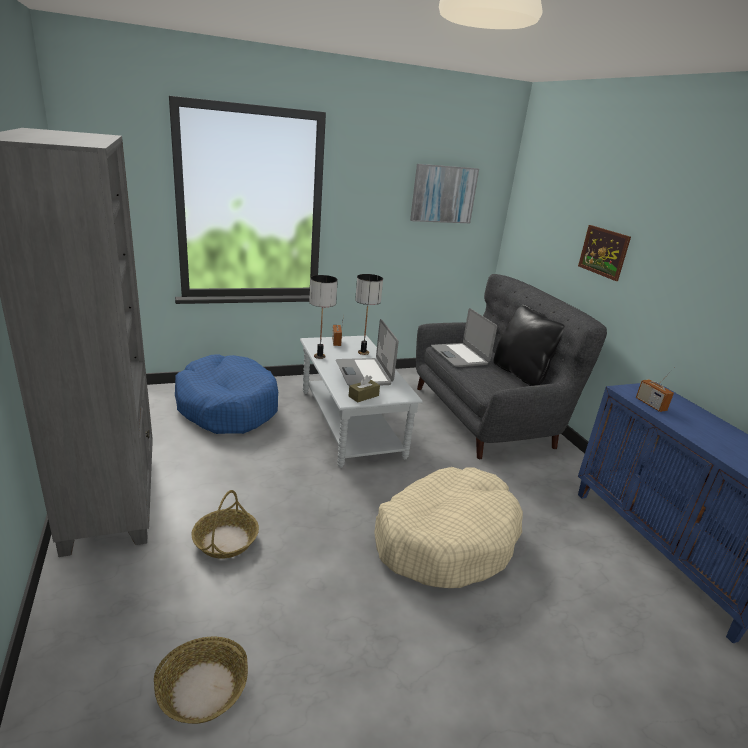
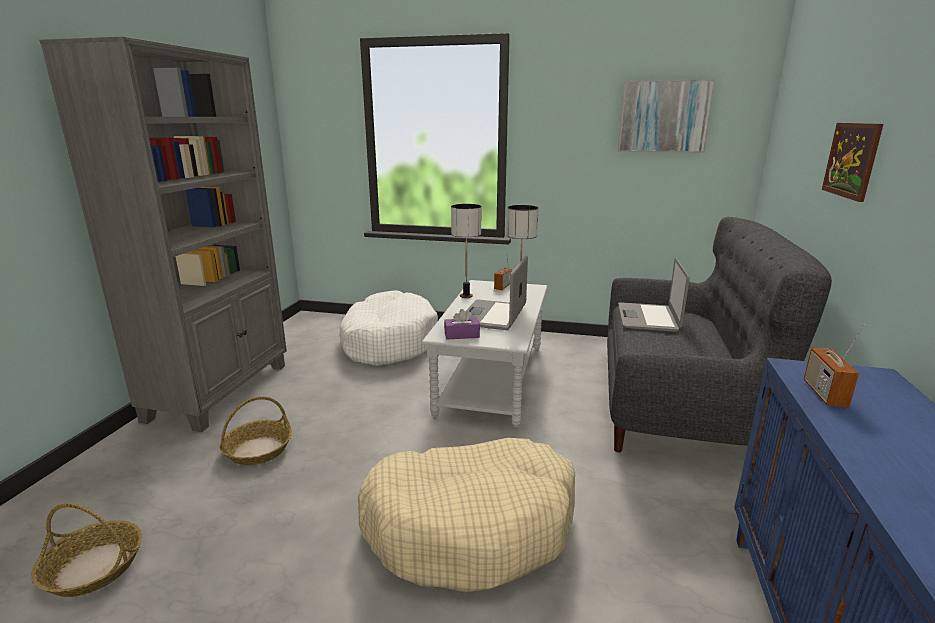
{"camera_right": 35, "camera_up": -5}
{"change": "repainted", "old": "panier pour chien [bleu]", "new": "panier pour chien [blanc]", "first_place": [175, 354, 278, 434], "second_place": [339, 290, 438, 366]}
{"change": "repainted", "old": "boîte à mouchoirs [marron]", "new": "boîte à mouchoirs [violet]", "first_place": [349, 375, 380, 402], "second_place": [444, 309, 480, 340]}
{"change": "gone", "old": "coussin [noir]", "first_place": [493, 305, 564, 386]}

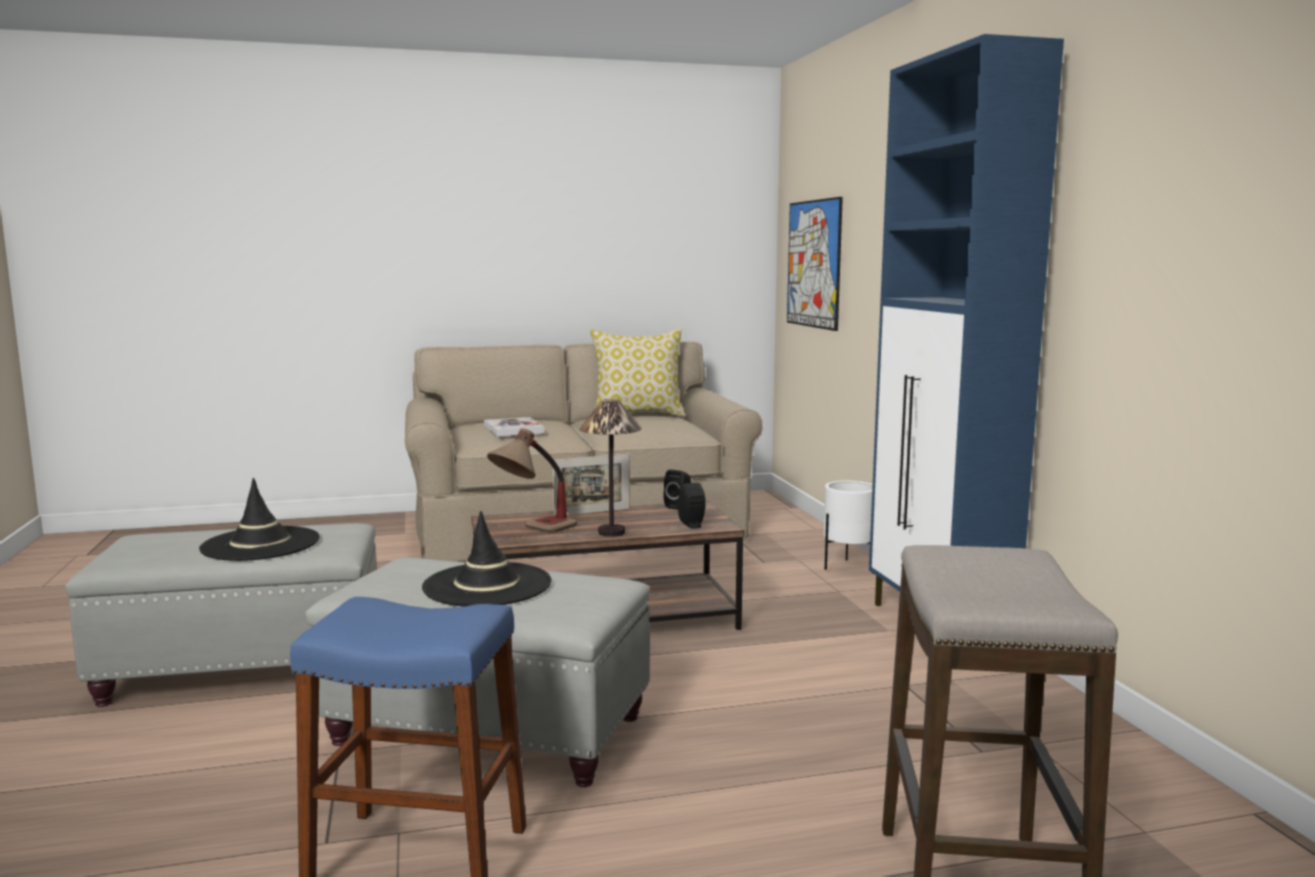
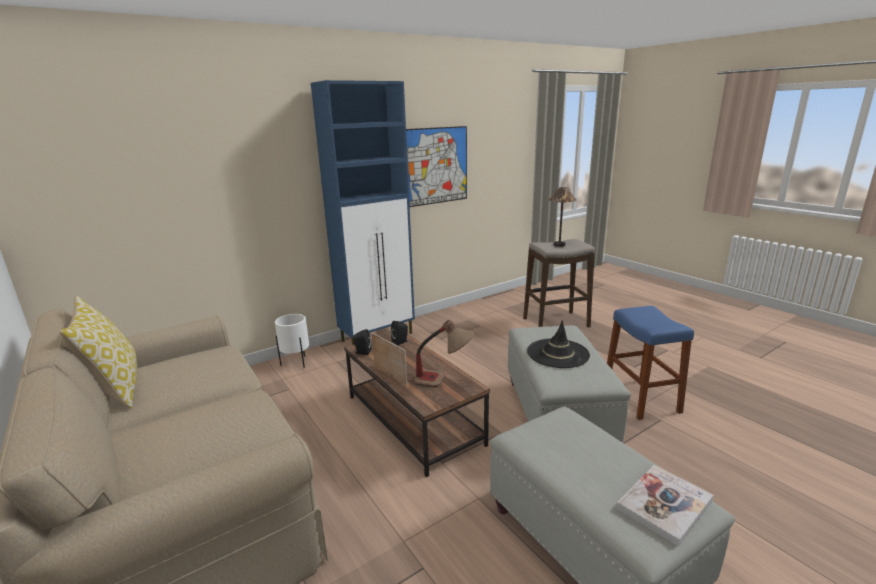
{"camera_right": -110, "camera_up": 10}
{"change": "shifted", "old": "tableau", "first_place": [787, 197, 843, 331], "second_place": [406, 126, 467, 207]}
{"change": "shifted", "old": "lampe de table", "first_place": [579, 399, 642, 537], "second_place": [549, 187, 577, 247]}
{"change": "shifted", "old": "livre", "first_place": [484, 417, 545, 436], "second_place": [616, 465, 714, 546]}
{"change": "gone", "old": "chapeau [noir]", "first_place": [199, 478, 320, 561]}

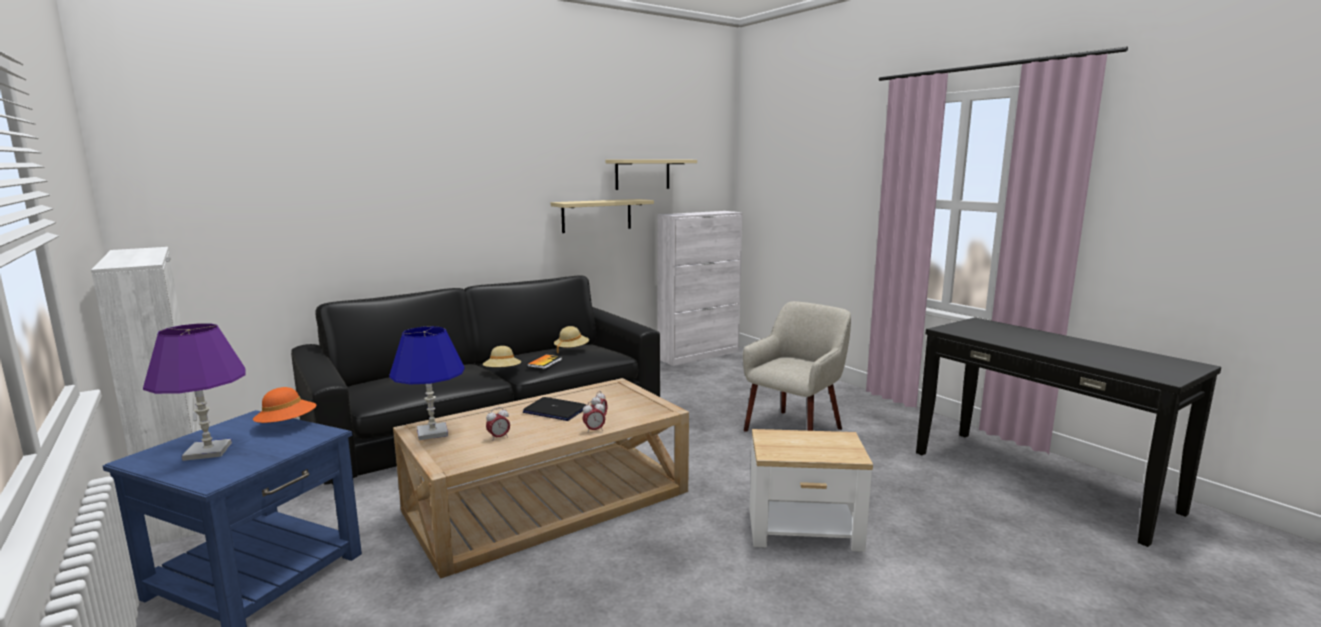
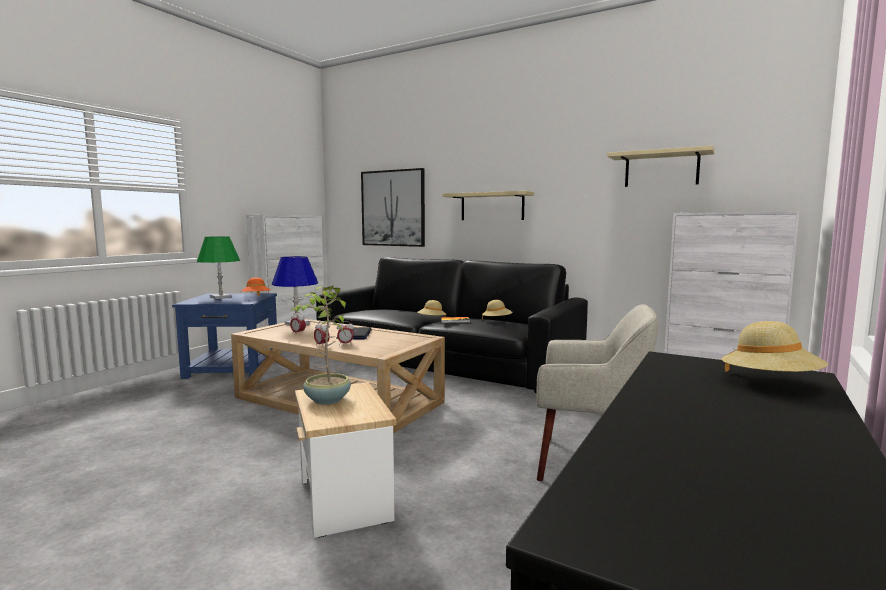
{"camera_right": 65, "camera_up": -5}
{"change": "repainted", "old": "lampe de table [violet]", "new": "lampe de table [vert]", "first_place": [143, 323, 246, 461], "second_place": [197, 236, 240, 299]}
{"change": "new", "new": "plante en pot", "second_place": [292, 285, 351, 405]}
{"change": "new", "new": "tableau", "second_place": [361, 168, 425, 247]}
{"change": "shifted", "old": "étagère [beige]", "first_place": [551, 199, 654, 233], "second_place": [442, 191, 534, 220]}
{"change": "new", "new": "chapeau [beige]", "second_place": [721, 321, 828, 372]}

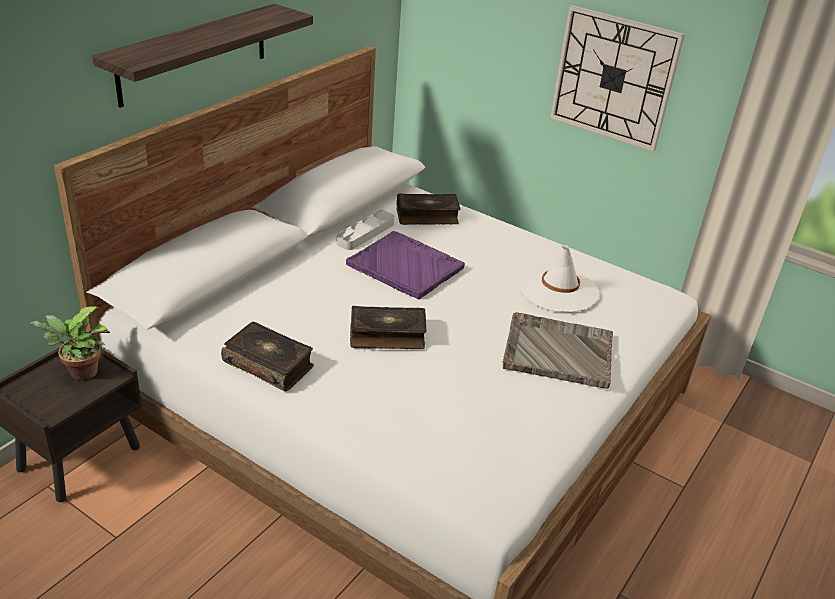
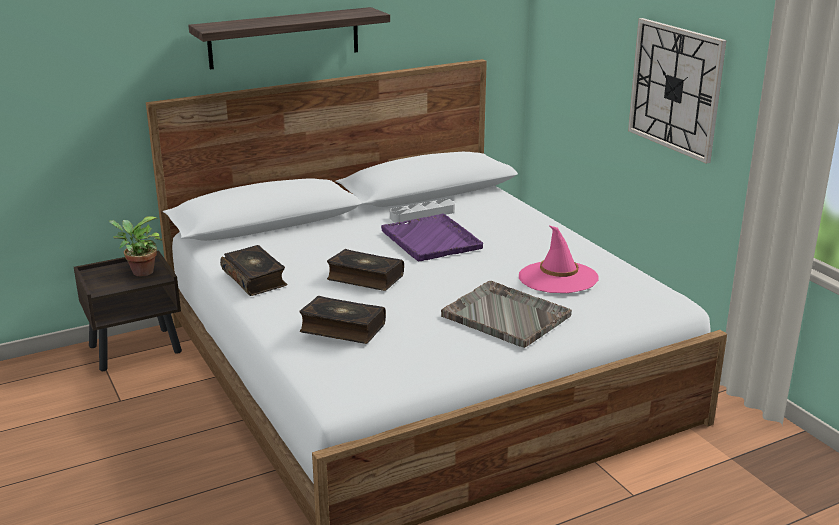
{"camera_right": 30, "camera_up": -10}
{"change": "shifted", "old": "livre", "first_place": [396, 193, 460, 225], "second_place": [300, 296, 386, 344]}
{"change": "repainted", "old": "chapeau [blanc]", "new": "chapeau [rose]", "first_place": [520, 245, 599, 312], "second_place": [519, 226, 599, 293]}

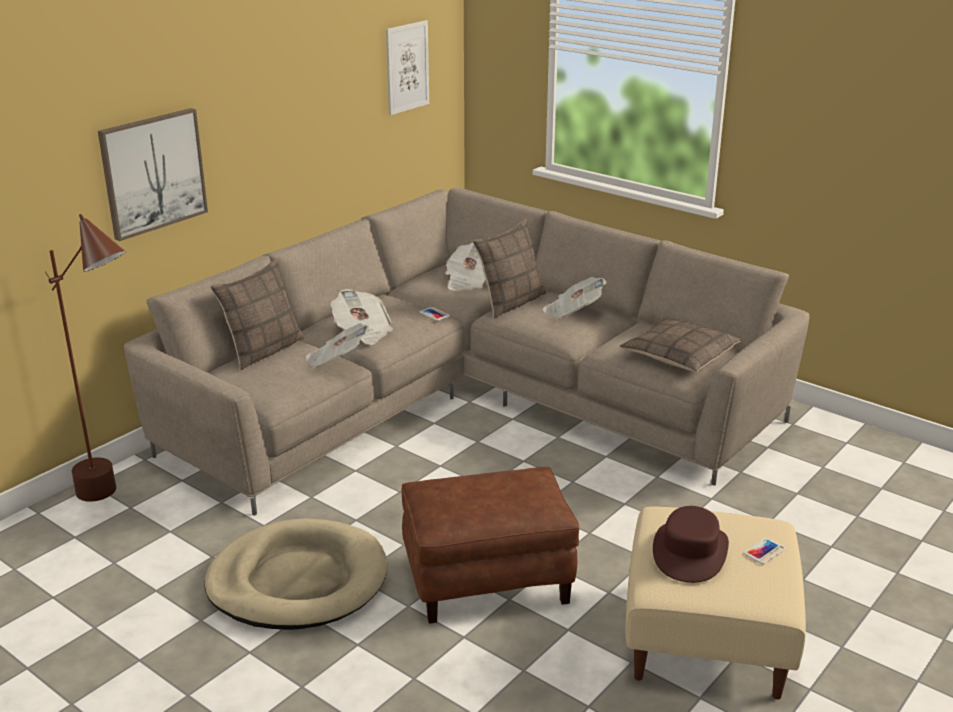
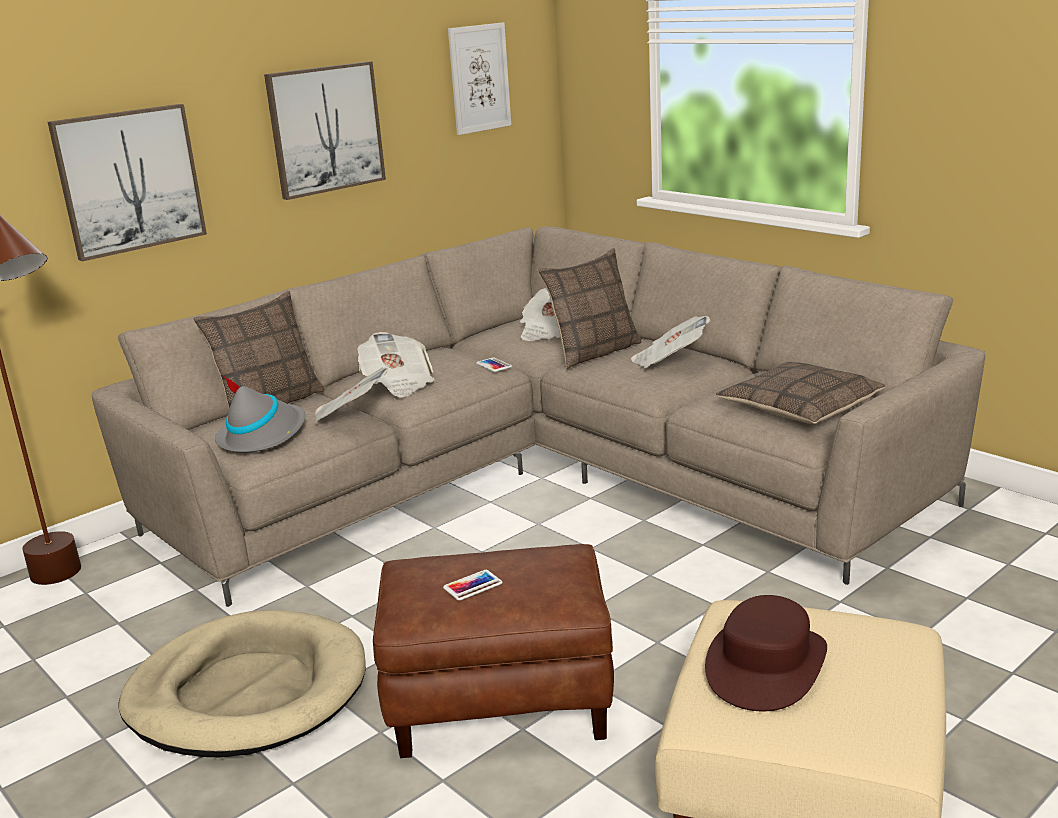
{"camera_right": 10, "camera_up": -5}
{"change": "new", "new": "chapeau [gris]", "second_place": [215, 376, 305, 453]}
{"change": "new", "new": "tableau", "second_place": [264, 61, 386, 200]}
{"change": "shifted", "old": "téléphone", "first_place": [743, 537, 785, 564], "second_place": [443, 570, 503, 601]}

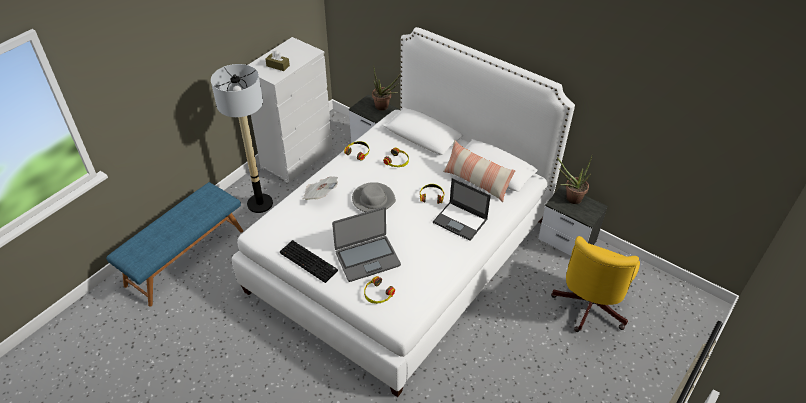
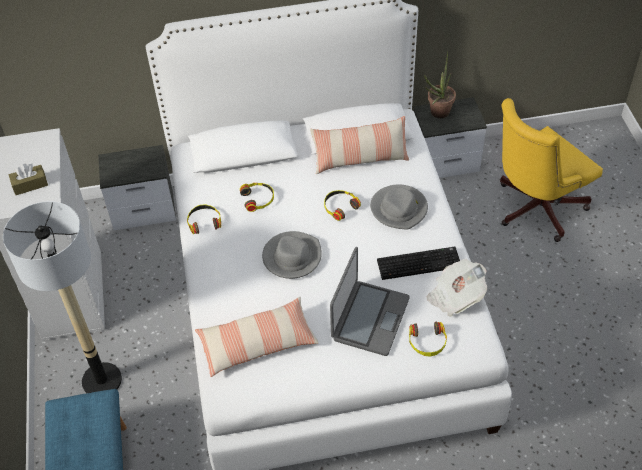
{"camera_right": -45, "camera_up": 5}
{"change": "new", "new": "coussin", "second_place": [195, 297, 318, 377]}
{"change": "swapped", "old": "ordinateur portable", "new": "chapeau [gris]", "first_place": [433, 178, 491, 241], "second_place": [370, 185, 428, 230]}
{"change": "shifted", "old": "clavier", "first_place": [280, 240, 338, 283], "second_place": [377, 247, 460, 280]}
{"change": "shifted", "old": "journal", "first_place": [302, 177, 338, 200], "second_place": [427, 259, 487, 317]}
{"change": "rotated", "old": "chaise de bureau [jaune]", "first_place": [551, 236, 640, 332], "second_place": [500, 98, 603, 242], "degrees": 75}
{"change": "gone", "old": "plante en pot", "first_place": [372, 65, 401, 111]}

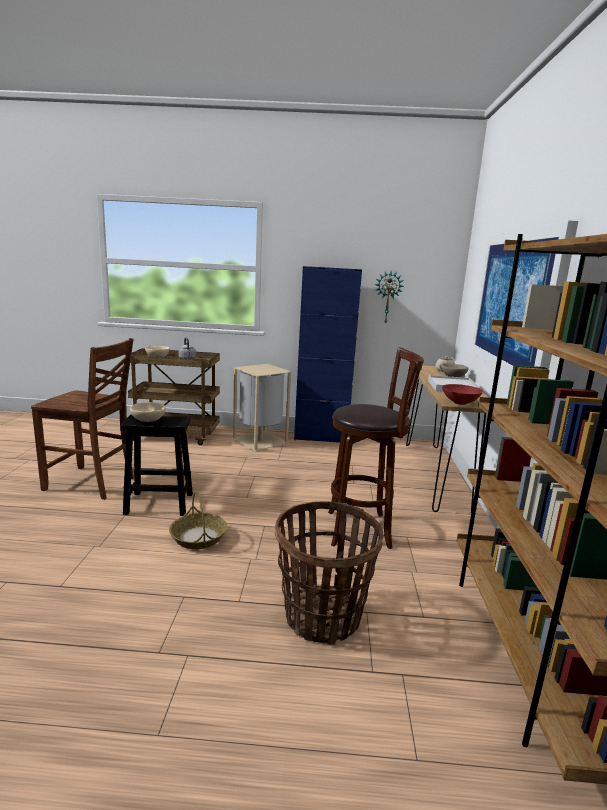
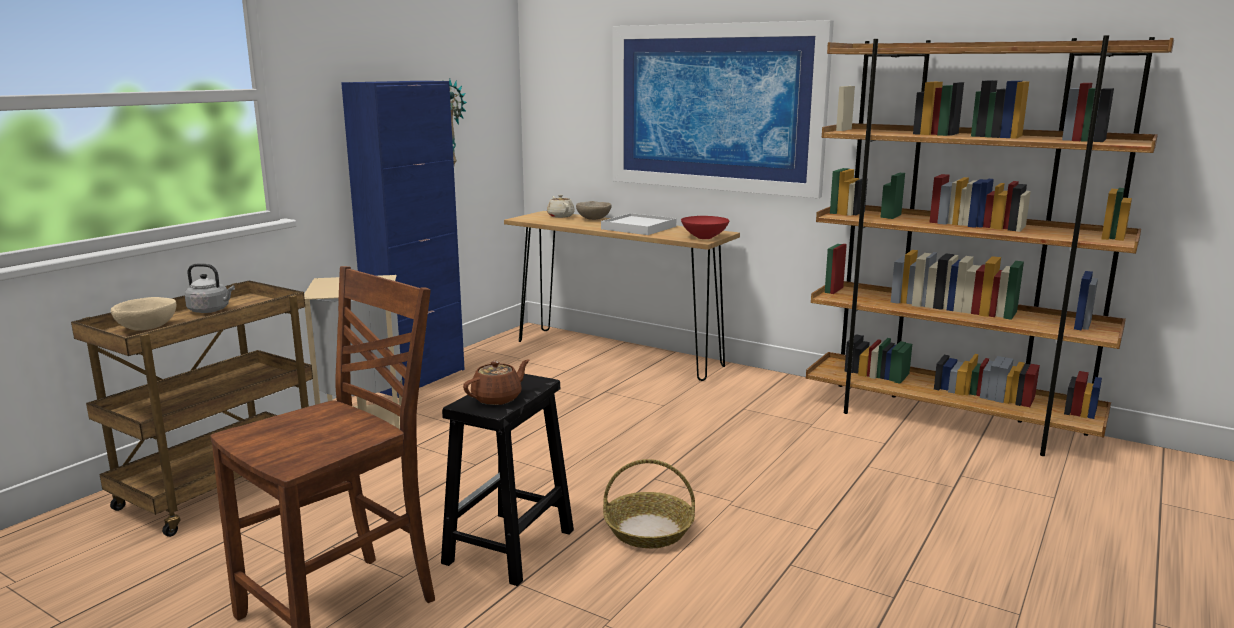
{"camera_right": -60, "camera_up": 0}
{"change": "swapped", "old": "bol [beige]", "new": "théière [marron]", "first_place": [130, 402, 166, 422], "second_place": [463, 359, 530, 405]}
{"change": "gone", "old": "panier", "first_place": [275, 501, 383, 645]}
{"change": "gone", "old": "tabouret [marron]", "first_place": [328, 347, 424, 549]}

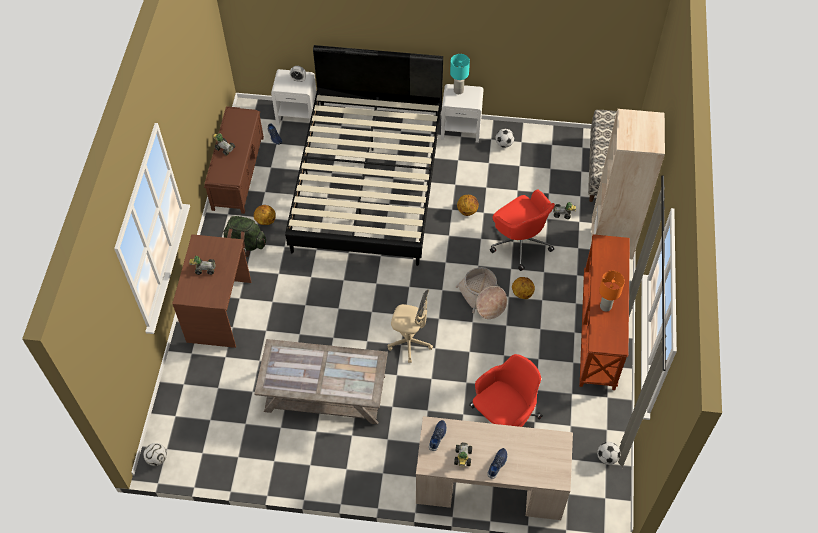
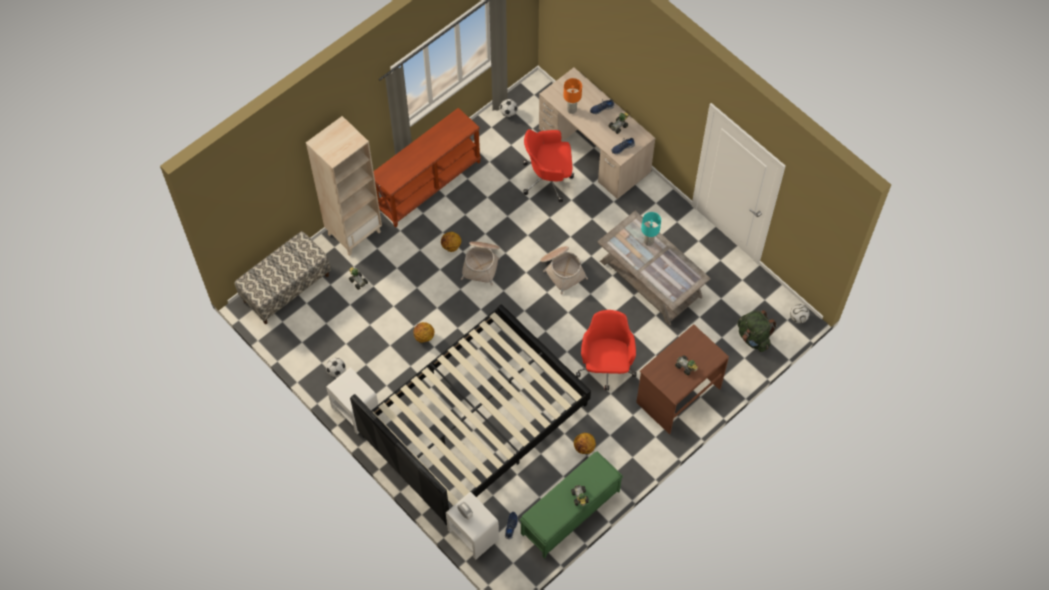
{"camera_right": -140, "camera_up": 5}
{"change": "repainted", "old": "banc [marron]", "new": "banc [vert]", "first_place": [204, 106, 264, 214], "second_place": [519, 451, 623, 558]}
{"change": "swapped", "old": "chaise de bureau [beige]", "new": "panier", "first_place": [388, 290, 433, 363], "second_place": [540, 246, 588, 295]}
{"change": "shifted", "old": "lampe de table [orange]", "first_place": [599, 271, 625, 312], "second_place": [564, 78, 582, 114]}
{"change": "shifted", "old": "chaise de bureau [rouge]", "first_place": [490, 189, 555, 271], "second_place": [576, 310, 636, 390]}
{"change": "shifted", "old": "lampe de table [turquoise]", "first_place": [450, 54, 470, 94], "second_place": [641, 212, 661, 246]}
{"change": "shifted", "old": "sac à dos [vert]", "first_place": [223, 216, 266, 257], "second_place": [737, 310, 777, 352]}

